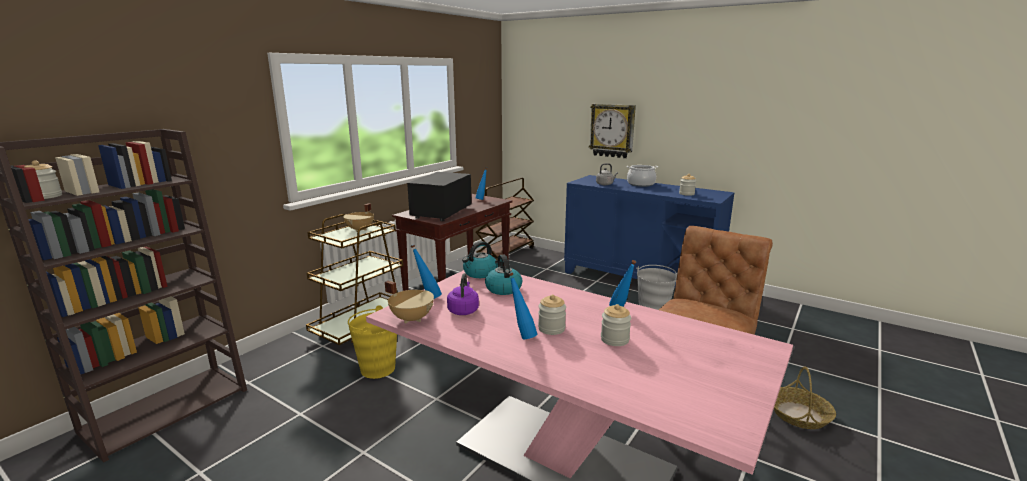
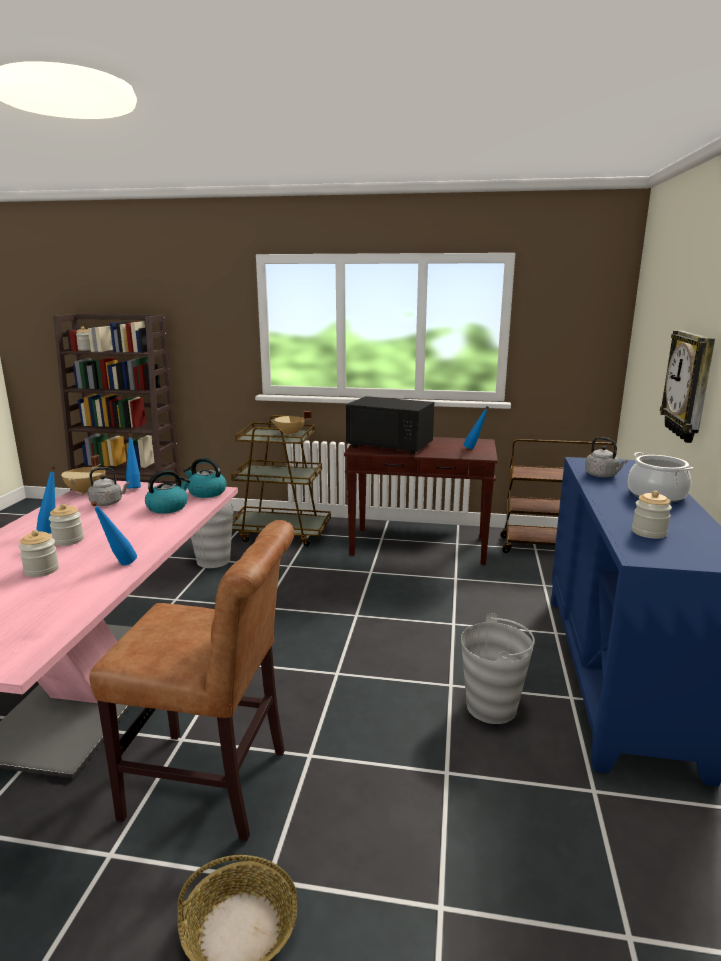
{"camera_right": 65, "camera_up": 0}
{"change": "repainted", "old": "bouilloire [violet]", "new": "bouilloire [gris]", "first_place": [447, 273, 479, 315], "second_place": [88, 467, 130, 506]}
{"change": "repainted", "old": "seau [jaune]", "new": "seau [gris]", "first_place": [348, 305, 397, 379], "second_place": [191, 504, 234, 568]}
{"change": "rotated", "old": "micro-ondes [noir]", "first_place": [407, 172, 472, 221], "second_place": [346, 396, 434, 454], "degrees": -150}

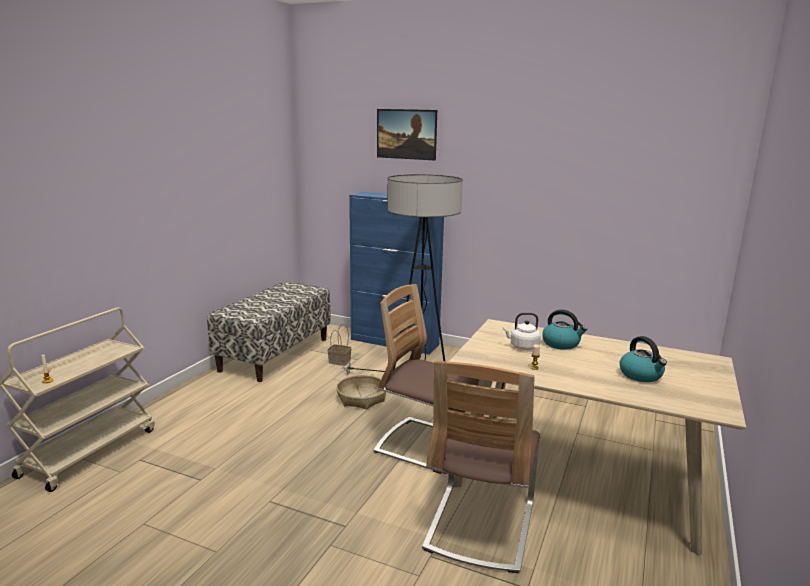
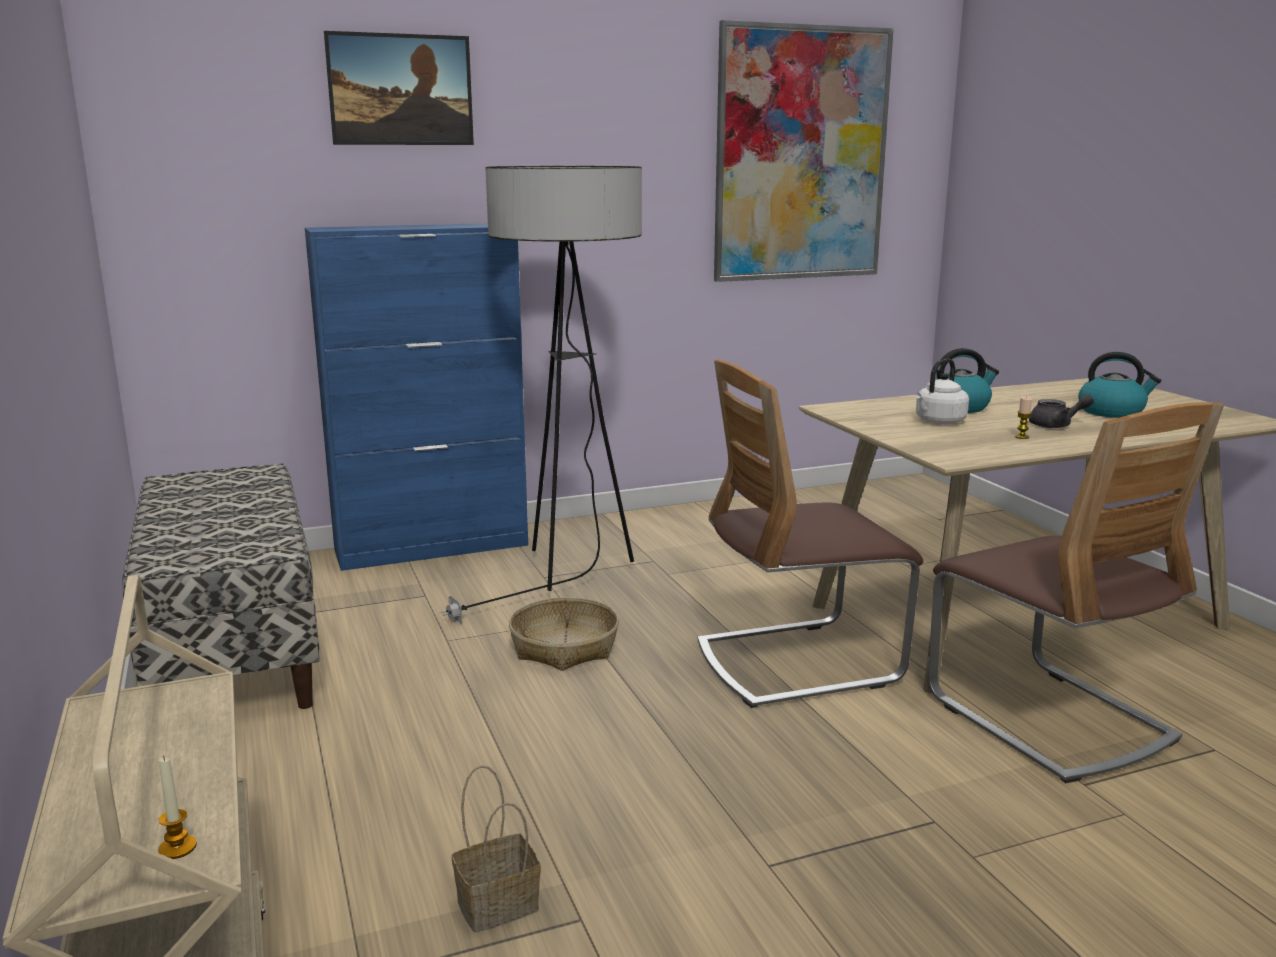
{"camera_right": -45, "camera_up": 0}
{"change": "shifted", "old": "panier", "first_place": [328, 324, 351, 366], "second_place": [452, 765, 541, 933]}
{"change": "new", "new": "tableau", "second_place": [714, 20, 894, 282]}
{"change": "new", "new": "théière [gris]", "second_place": [1029, 394, 1094, 428]}

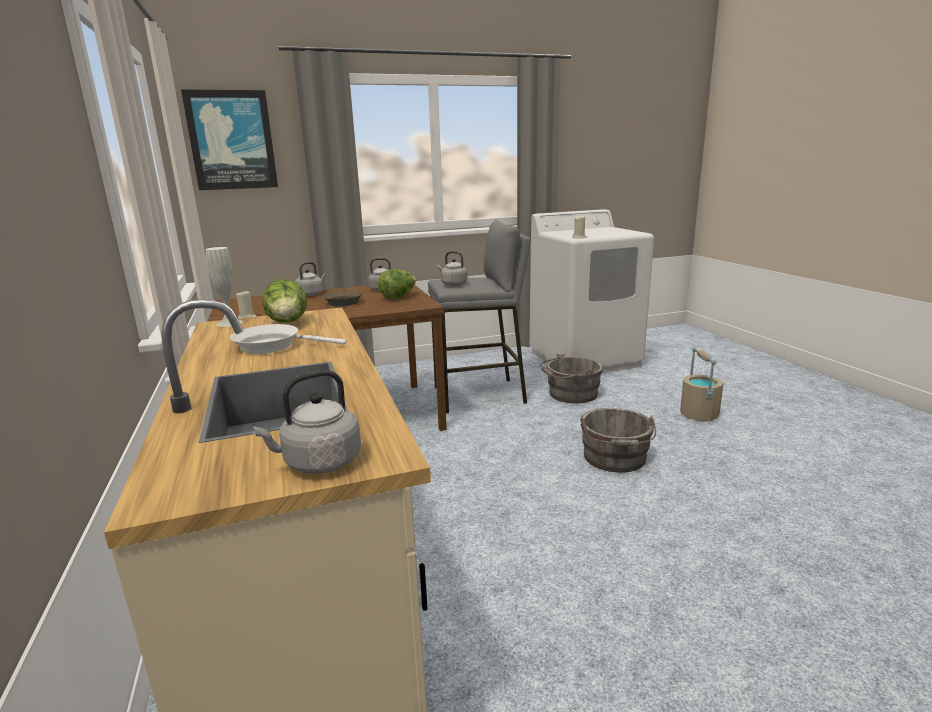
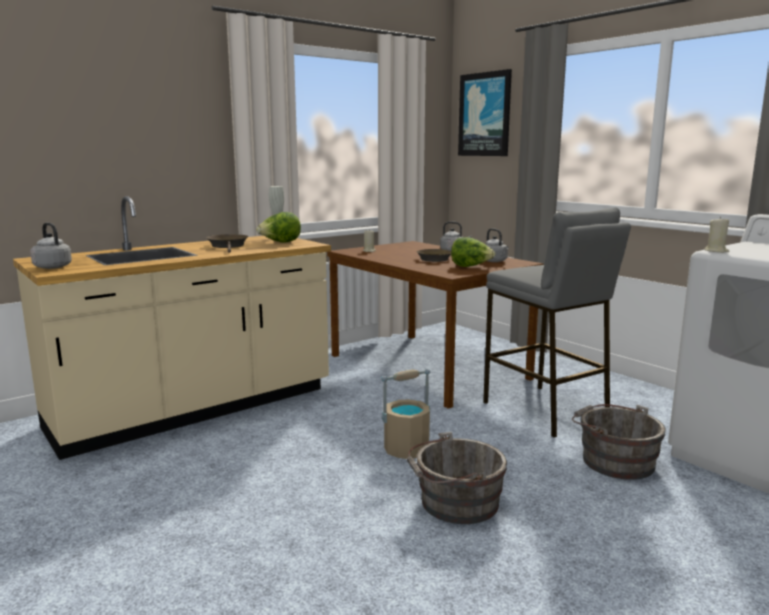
{"camera_right": 70, "camera_up": -5}
{"change": "repainted", "old": "poêle [blanc]", "new": "poêle [marron]", "first_place": [230, 324, 346, 354], "second_place": [206, 234, 248, 253]}
{"change": "shifted", "old": "seau [beige]", "first_place": [680, 347, 724, 421], "second_place": [381, 369, 430, 459]}
{"change": "gone", "old": "bouilloire [gris]", "first_place": [437, 251, 468, 286]}

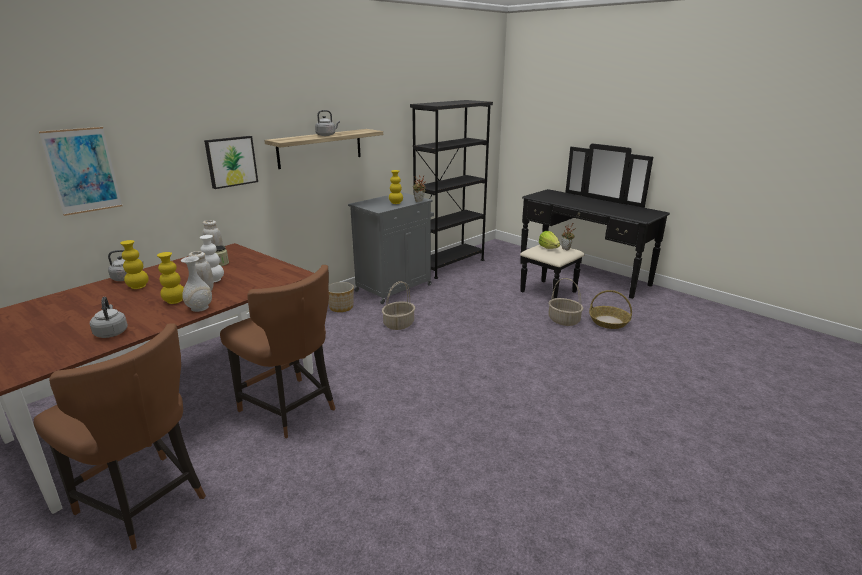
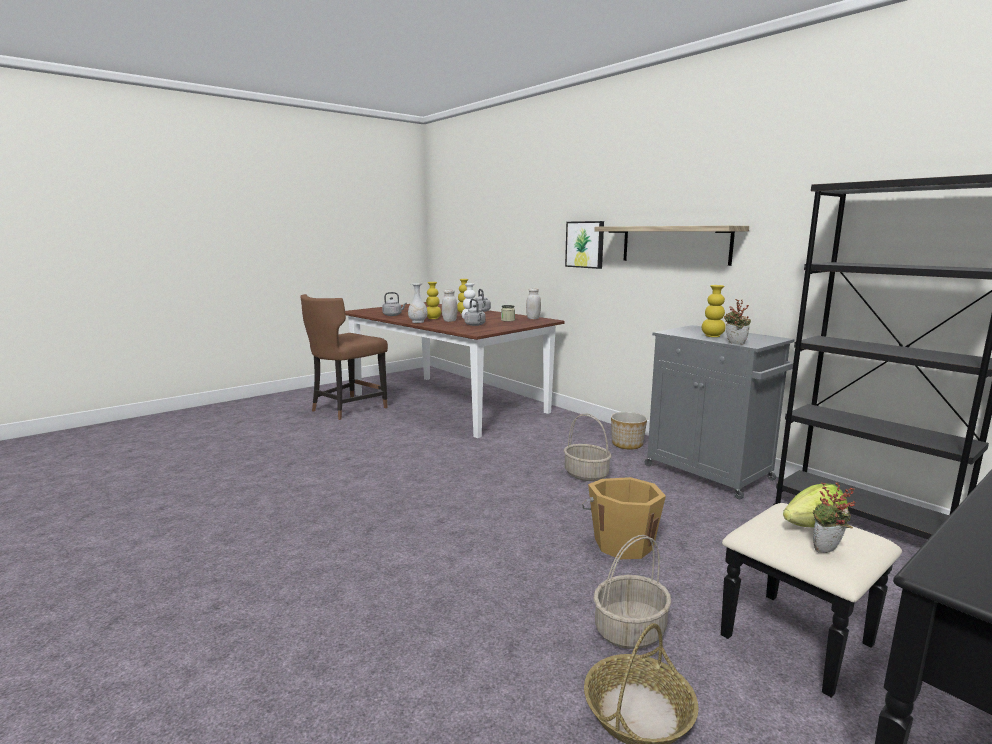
{"camera_right": 95, "camera_up": -10}
{"change": "shifted", "old": "bouilloire [gris]", "first_place": [315, 110, 340, 136], "second_place": [465, 299, 485, 326]}
{"change": "new", "new": "seau [orange]", "second_place": [582, 477, 666, 559]}
{"change": "gone", "old": "tableau", "first_place": [39, 127, 122, 216]}
{"change": "gone", "old": "chaise [marron]", "first_place": [220, 265, 336, 438]}

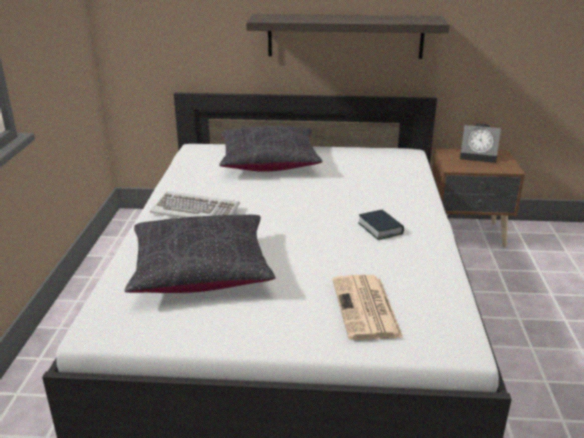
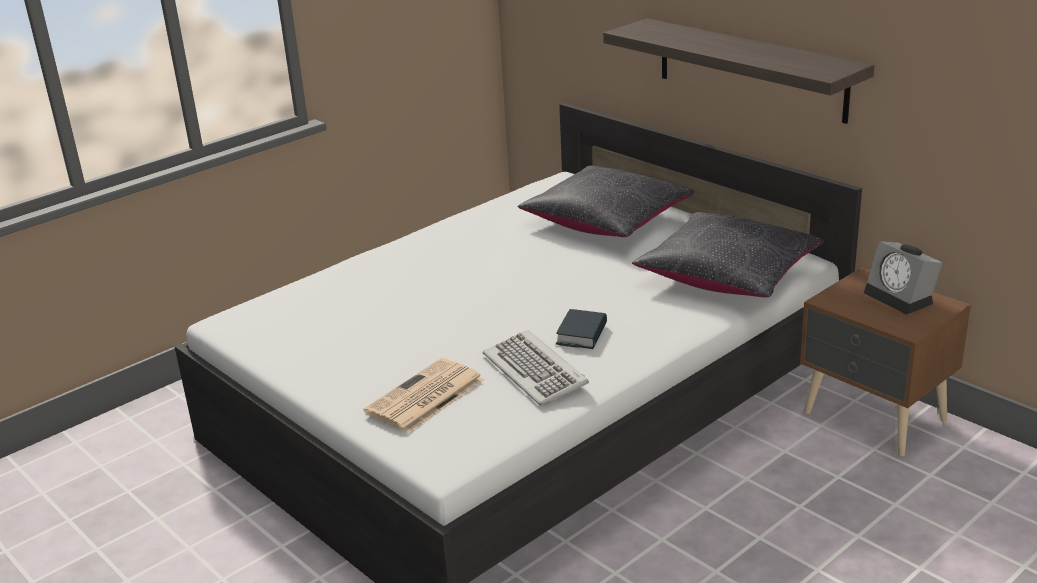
{"camera_right": 45, "camera_up": 0}
{"change": "shifted", "old": "clavier", "first_place": [150, 191, 240, 218], "second_place": [483, 330, 589, 406]}
{"change": "shifted", "old": "coussin [noir]", "first_place": [125, 215, 276, 293], "second_place": [632, 212, 824, 297]}

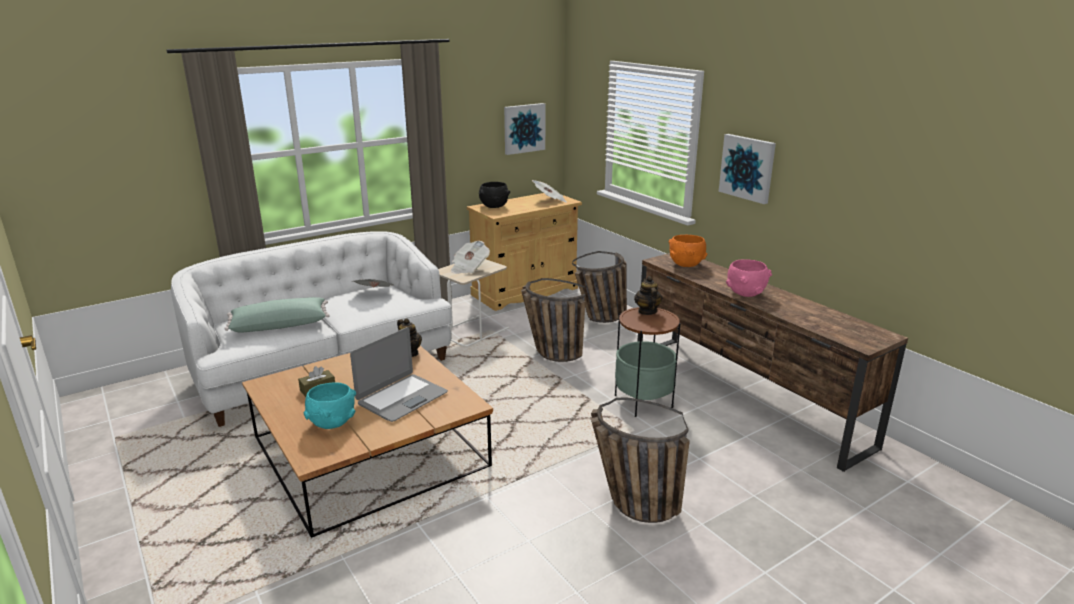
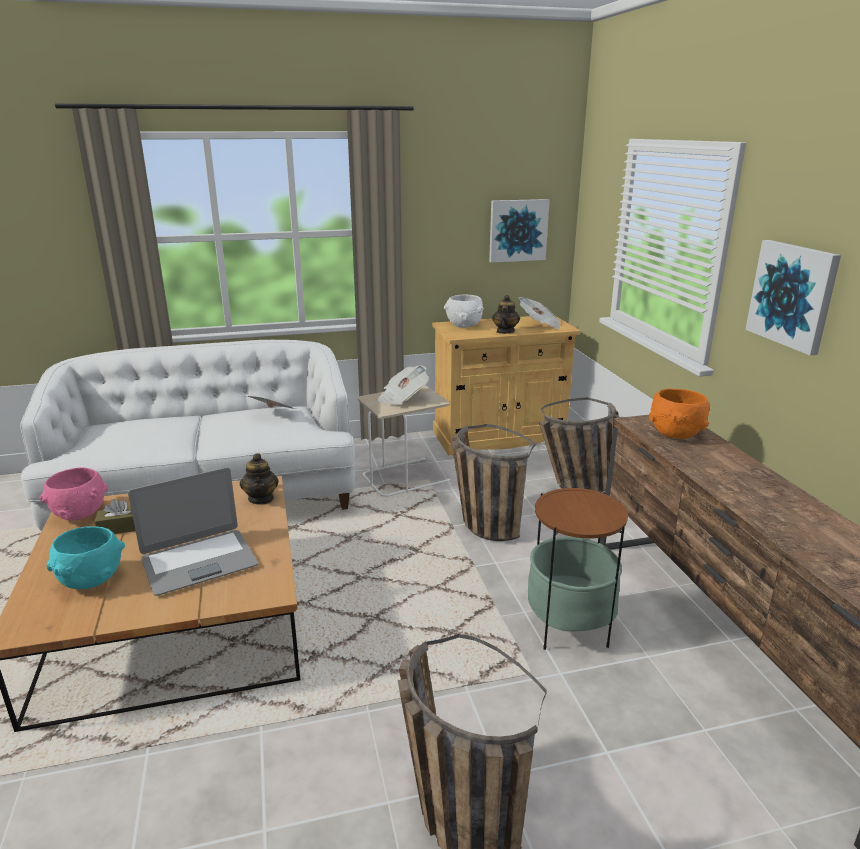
{"camera_right": 20, "camera_up": 0}
{"change": "shifted", "old": "bol [rose]", "first_place": [726, 259, 772, 297], "second_place": [40, 467, 108, 520]}
{"change": "repainted", "old": "bol [noir]", "new": "bol [blanc]", "first_place": [479, 182, 510, 208], "second_place": [444, 295, 484, 327]}
{"change": "shifted", "old": "théière", "first_place": [634, 276, 662, 315], "second_place": [492, 295, 520, 334]}
{"change": "gone", "old": "coussin [vert]", "first_place": [224, 297, 330, 333]}

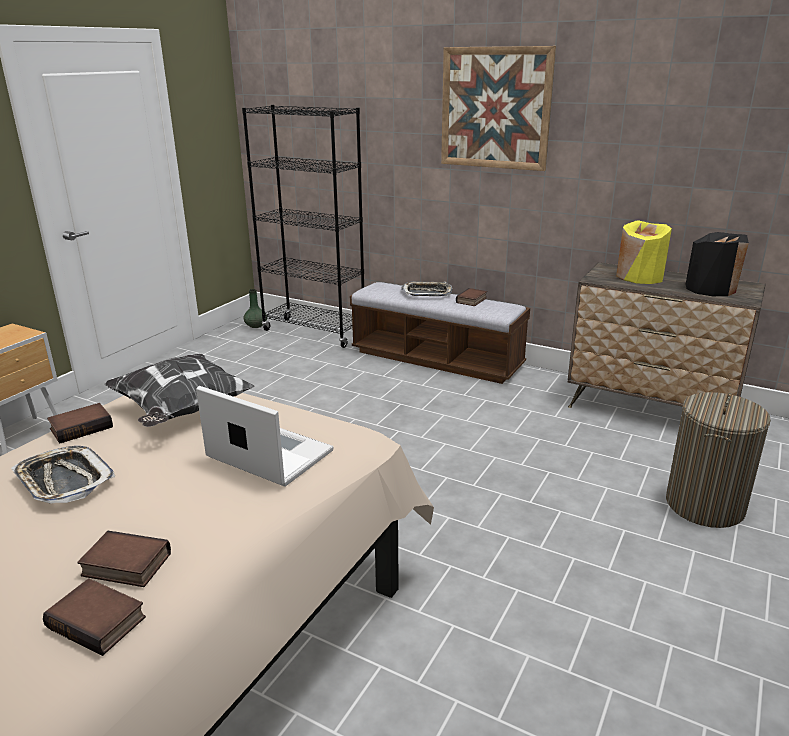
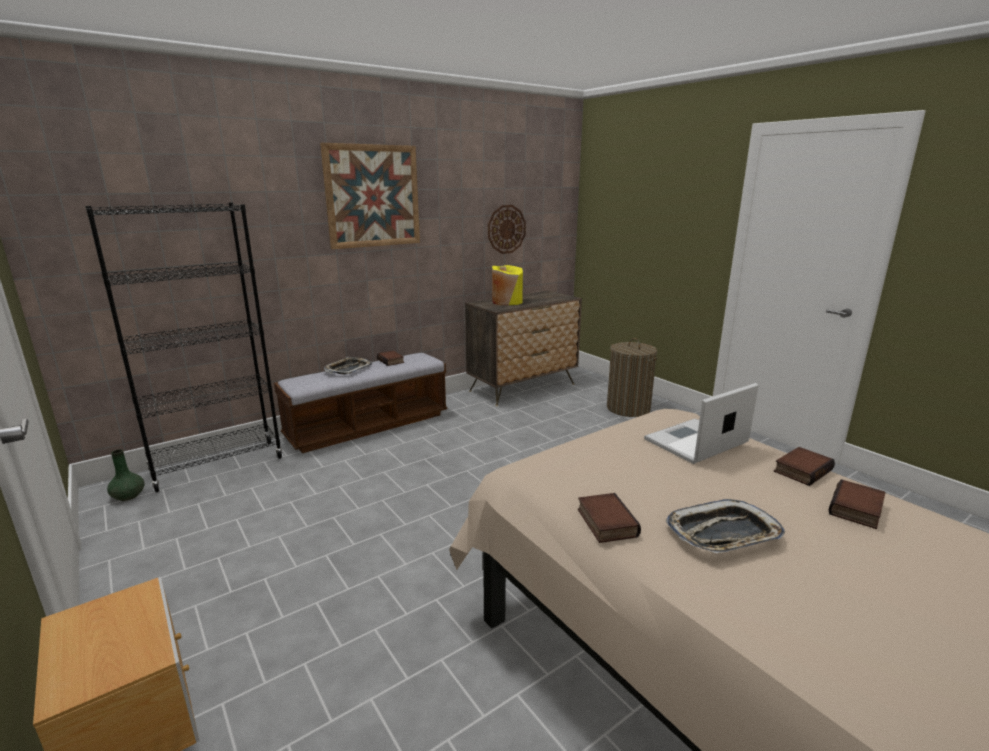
{"camera_right": -65, "camera_up": -5}
{"change": "new", "new": "horloge murale", "second_place": [488, 205, 526, 254]}
{"change": "shifted", "old": "livre", "first_place": [43, 578, 146, 656], "second_place": [774, 447, 835, 486]}
{"change": "gone", "old": "coussin", "first_place": [104, 354, 254, 427]}
{"change": "gone", "old": "vase [noir]", "first_place": [685, 232, 749, 296]}

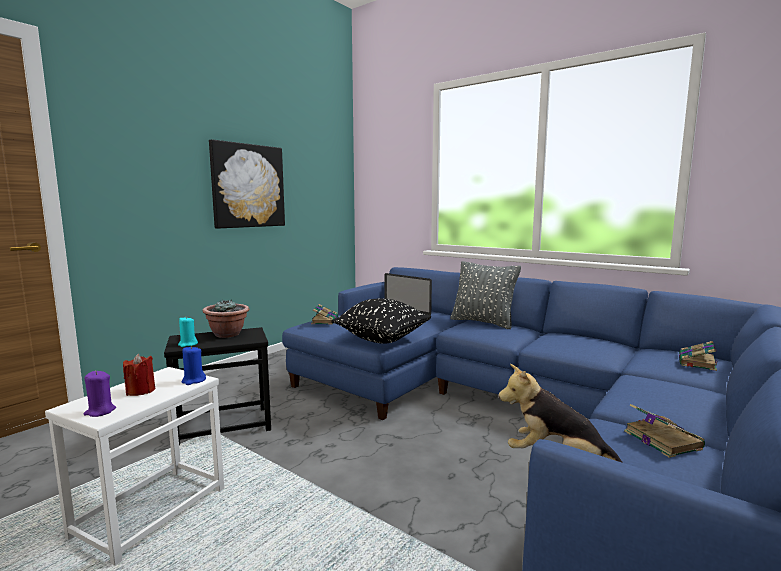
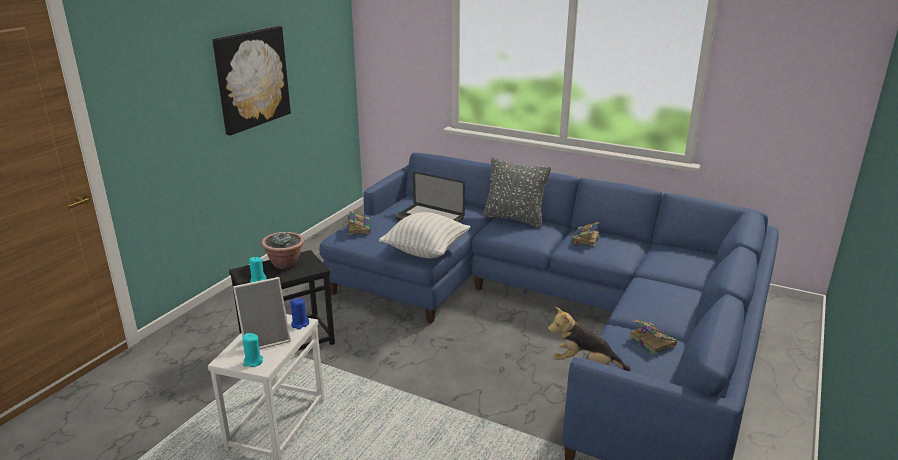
{"camera_right": -10, "camera_up": 15}
{"change": "swapped", "old": "bougie [rouge]", "new": "cadre photo", "first_place": [123, 354, 155, 396], "second_place": [233, 277, 291, 349]}
{"change": "repainted", "old": "bougie [violet]", "new": "bougie [turquoise]", "first_place": [84, 371, 116, 417], "second_place": [243, 333, 263, 367]}
{"change": "repainted", "old": "coussin [noir]", "new": "coussin [blanc]", "first_place": [331, 298, 431, 344], "second_place": [379, 212, 470, 258]}
{"change": "shifted", "old": "livre", "first_place": [679, 341, 717, 371], "second_place": [572, 222, 600, 247]}

